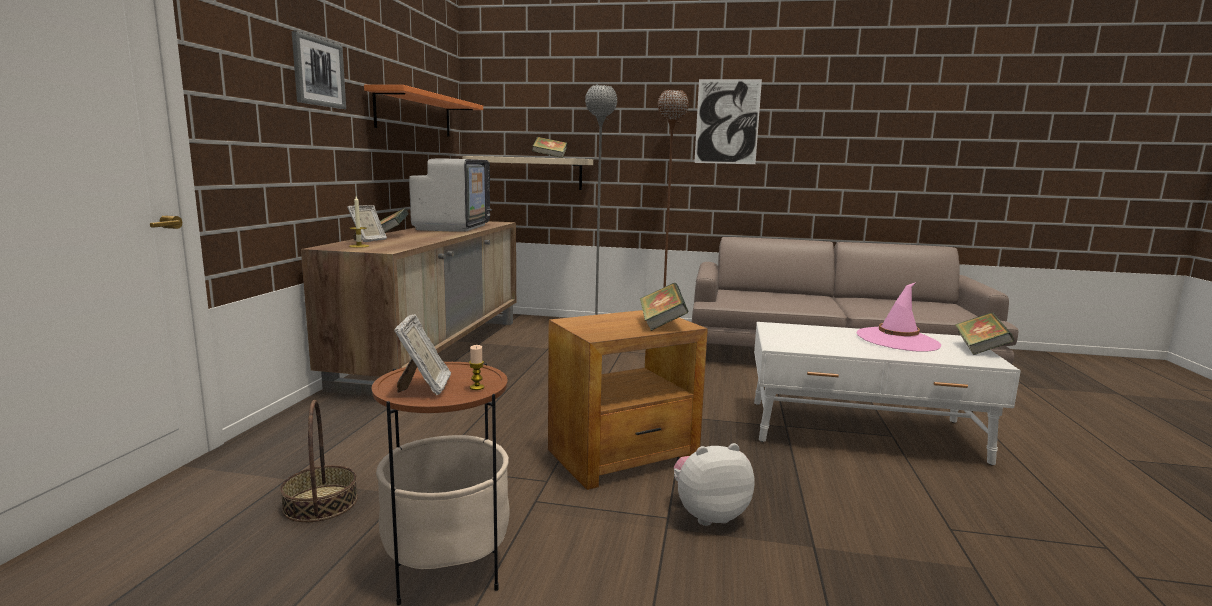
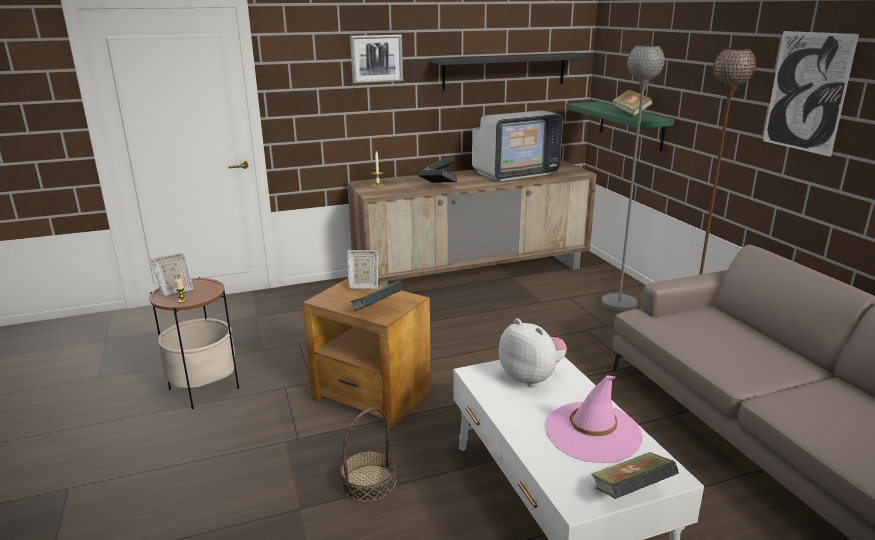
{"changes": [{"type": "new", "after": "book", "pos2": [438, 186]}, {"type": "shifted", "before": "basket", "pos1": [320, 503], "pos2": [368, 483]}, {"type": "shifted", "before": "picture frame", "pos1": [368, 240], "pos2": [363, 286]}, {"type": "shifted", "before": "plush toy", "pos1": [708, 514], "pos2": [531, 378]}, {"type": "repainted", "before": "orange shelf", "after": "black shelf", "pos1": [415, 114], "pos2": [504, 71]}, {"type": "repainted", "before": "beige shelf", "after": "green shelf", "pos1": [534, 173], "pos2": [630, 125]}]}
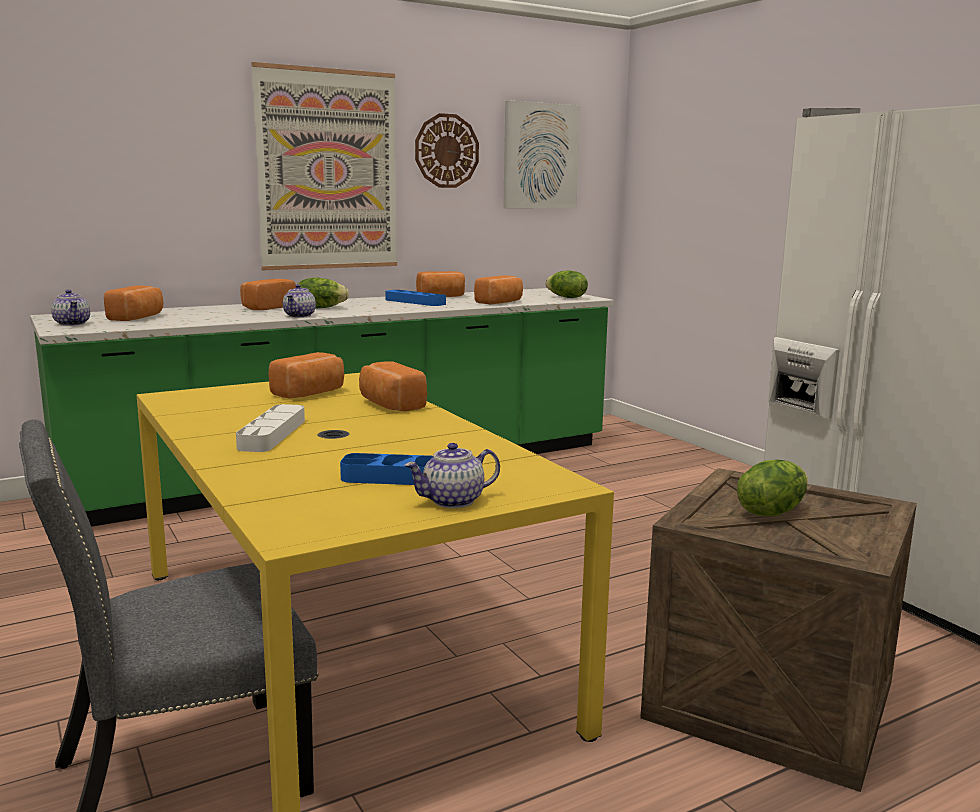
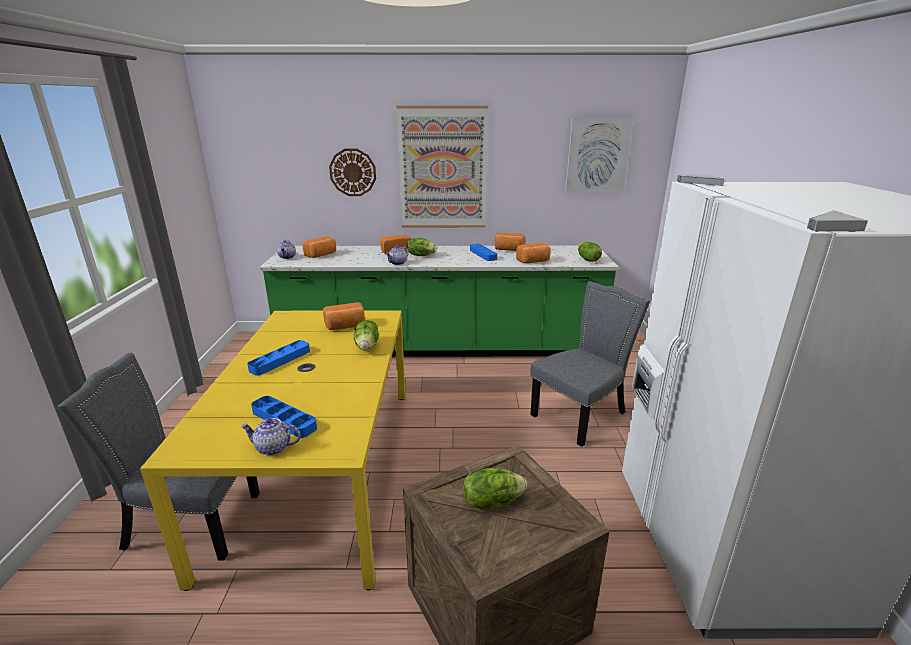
{"changes": [{"type": "new", "after": "grey chair", "pos2": [579, 416]}, {"type": "shifted", "before": "wall clock", "pos1": [446, 151], "pos2": [353, 172]}, {"type": "swapped", "before": "bread", "after": "lettuce", "pos1": [390, 405], "pos2": [367, 346]}, {"type": "repainted", "before": "white tray", "after": "blue tray", "pos1": [272, 434], "pos2": [280, 360]}]}
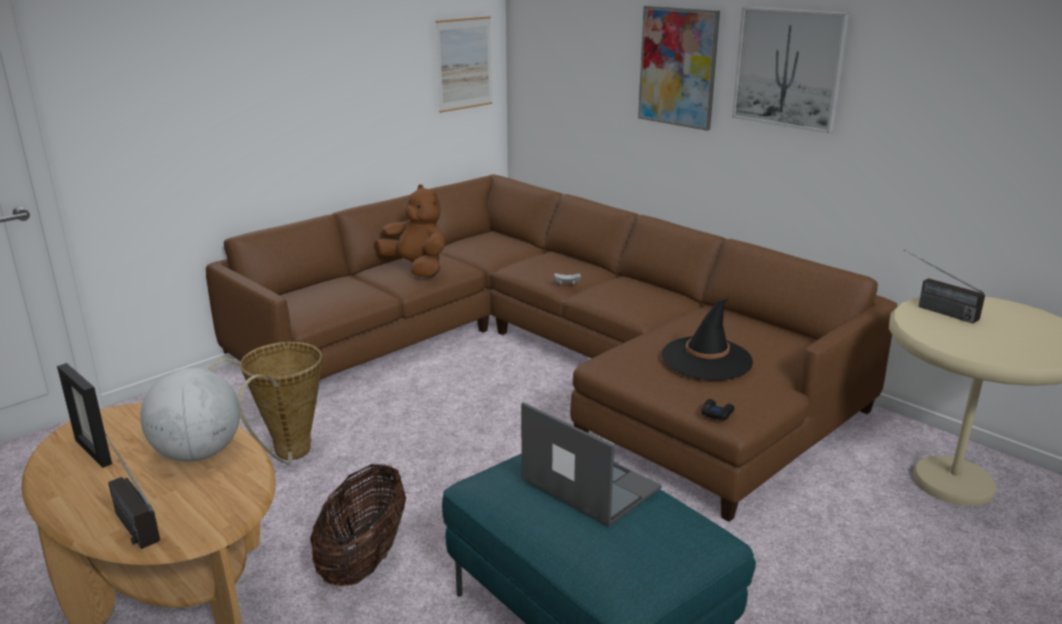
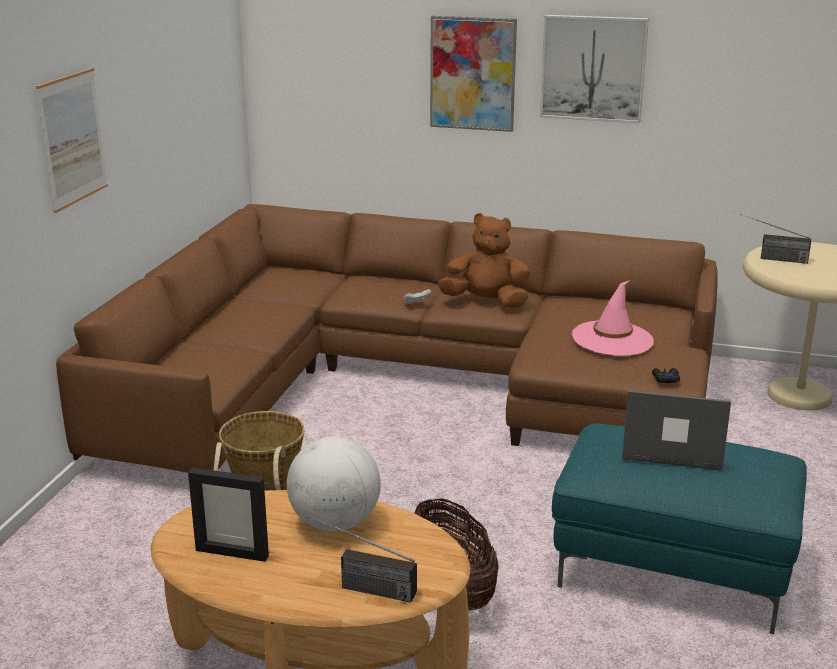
{"changes": [{"type": "shifted", "before": "brown plush toy", "pos1": [416, 269], "pos2": [486, 302]}, {"type": "shifted", "before": "picture", "pos1": [464, 64], "pos2": [73, 139]}, {"type": "repainted", "before": "black hat", "after": "pink hat", "pos1": [706, 359], "pos2": [612, 339]}]}
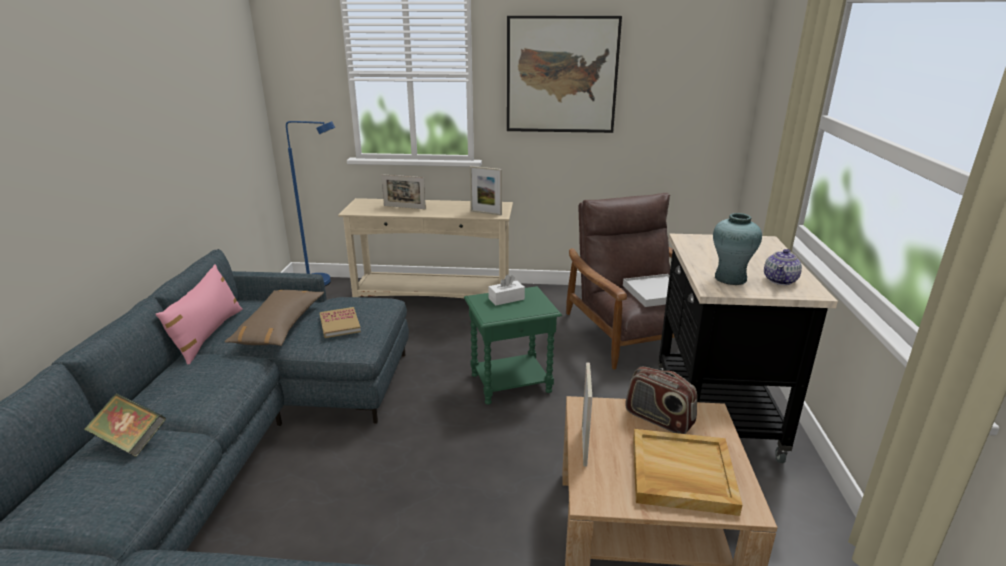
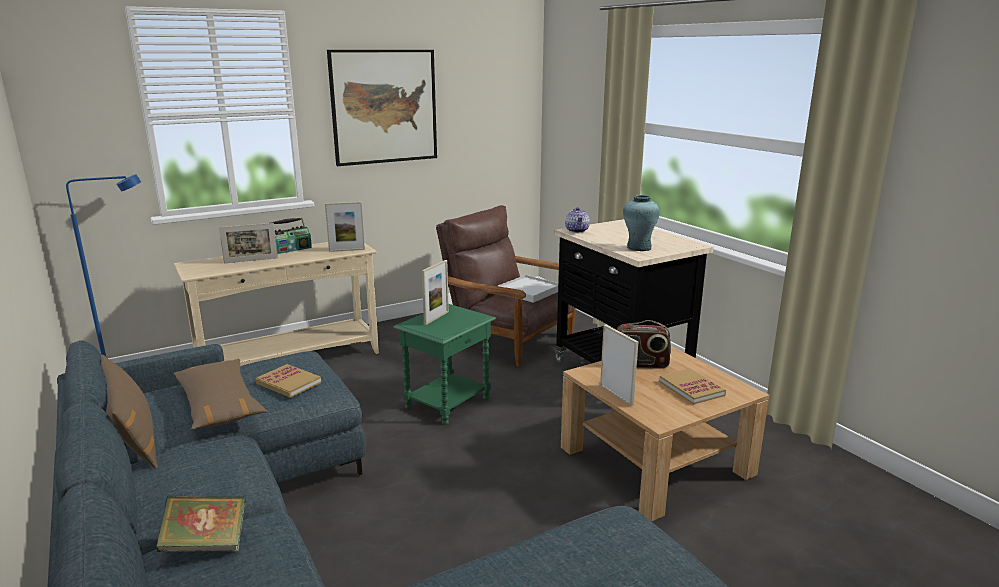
{"changes": [{"type": "new", "after": "radio", "pos2": [291, 249]}, {"type": "shifted", "before": "teapot", "pos1": [780, 280], "pos2": [577, 230]}, {"type": "swapped", "before": "white tissue box", "after": "picture frame", "pos1": [506, 299], "pos2": [436, 318]}, {"type": "swapped", "before": "beige tray", "after": "book", "pos1": [681, 474], "pos2": [691, 388]}, {"type": "repainted", "before": "pink pillow", "after": "brown pillow", "pos1": [208, 335], "pos2": [133, 438]}]}
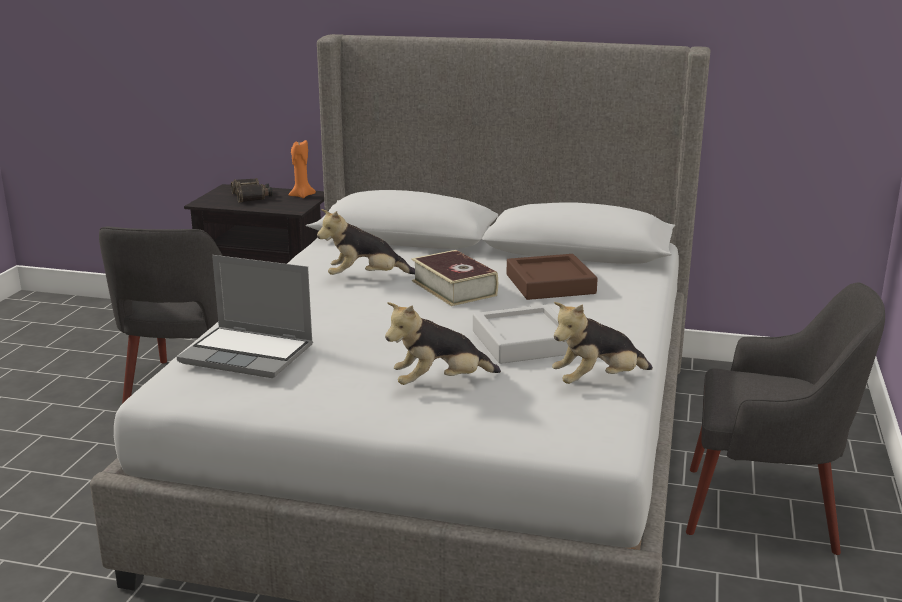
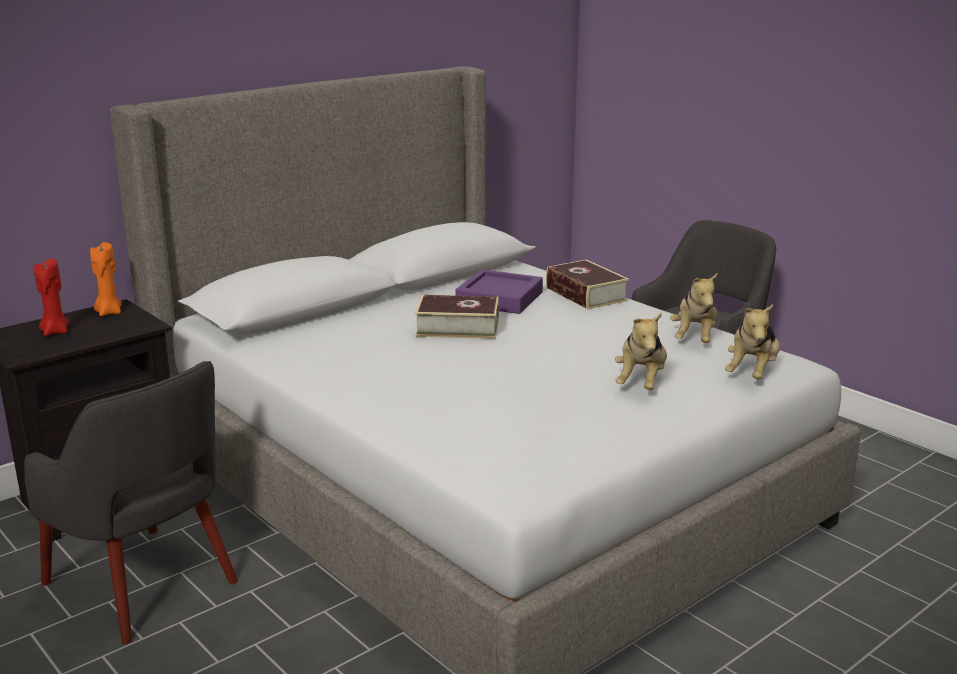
{"changes": [{"type": "gone", "before": "laptop", "pos1": [249, 354]}, {"type": "gone", "before": "grey tray", "pos1": [524, 342]}, {"type": "new", "after": "book", "pos2": [586, 294]}, {"type": "shifted", "before": "plush toy", "pos1": [365, 278], "pos2": [752, 373]}, {"type": "swapped", "before": "binoculars", "after": "red candle", "pos1": [252, 196], "pos2": [55, 332]}, {"type": "repainted", "before": "brown tray", "after": "purple tray", "pos1": [550, 284], "pos2": [499, 298]}]}
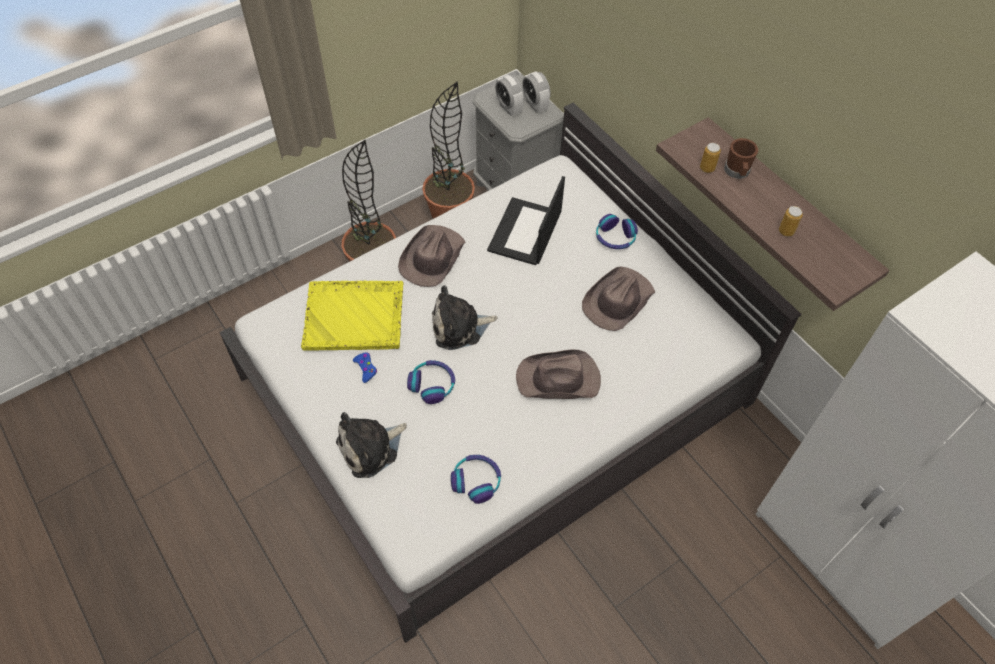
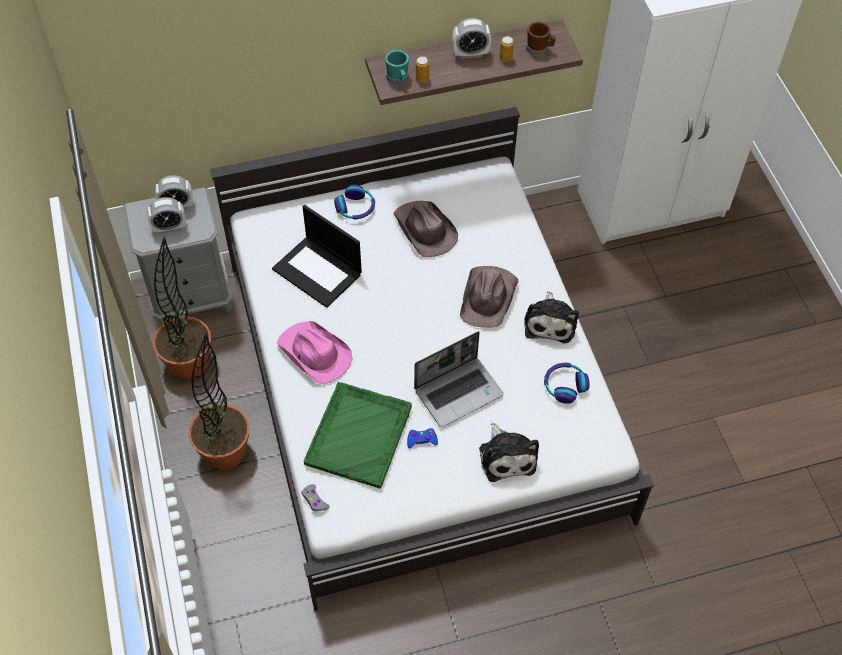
{"changes": [{"type": "new", "after": "grey game controller", "pos2": [314, 500]}, {"type": "new", "after": "turquoise mug", "pos2": [398, 79]}, {"type": "new", "after": "alarm clock", "pos2": [470, 54]}, {"type": "shifted", "before": "plush toy", "pos1": [459, 327], "pos2": [550, 322]}, {"type": "shifted", "before": "brown mug", "pos1": [737, 172], "pos2": [539, 49]}, {"type": "swapped", "before": "headphones", "after": "laptop", "pos1": [432, 384], "pos2": [459, 391]}, {"type": "repainted", "before": "yellow tray", "after": "green tray", "pos1": [355, 317], "pos2": [359, 434]}, {"type": "repainted", "before": "brown hat", "after": "pink hat", "pos1": [432, 258], "pos2": [314, 354]}]}
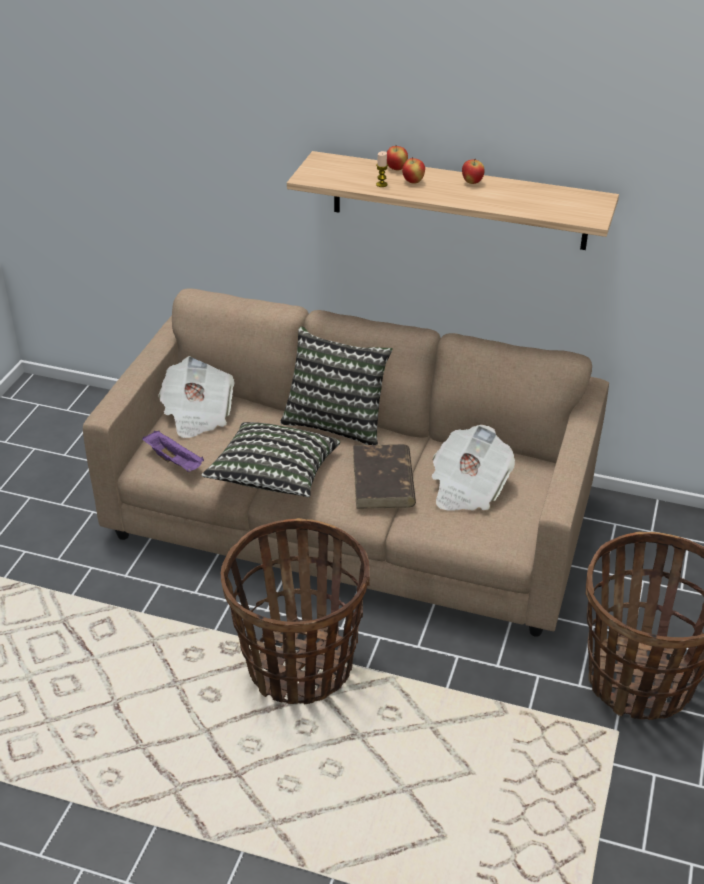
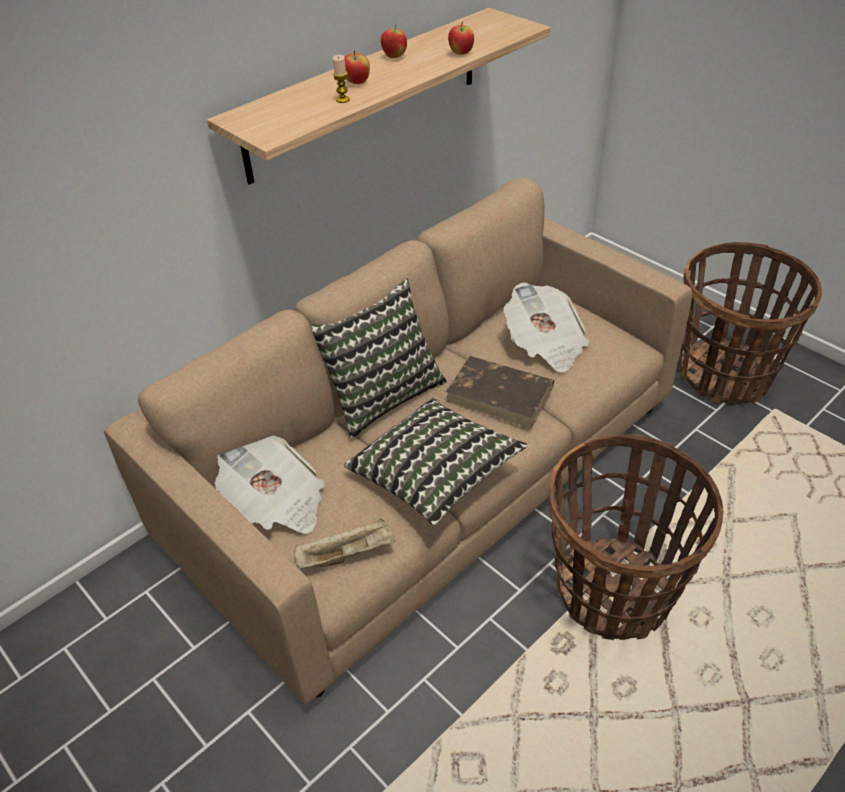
{"changes": [{"type": "shifted", "before": "apple", "pos1": [396, 169], "pos2": [461, 54]}, {"type": "repainted", "before": "purple tray", "after": "beige tray", "pos1": [175, 461], "pos2": [347, 554]}]}
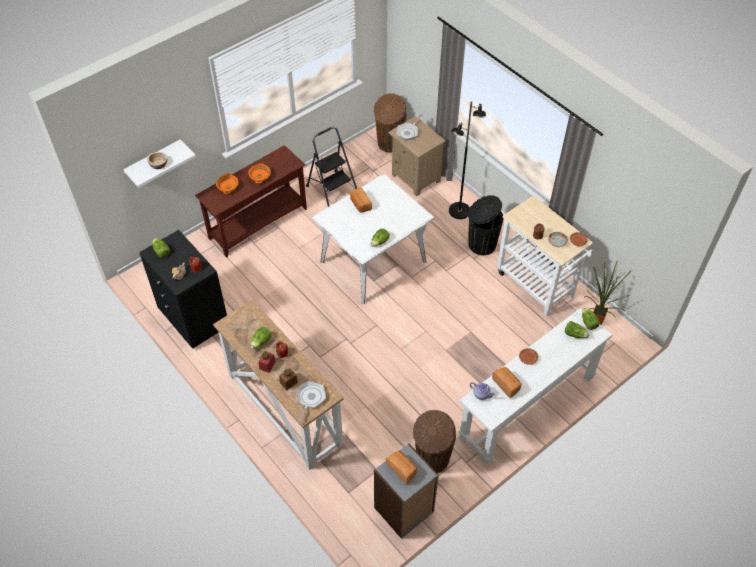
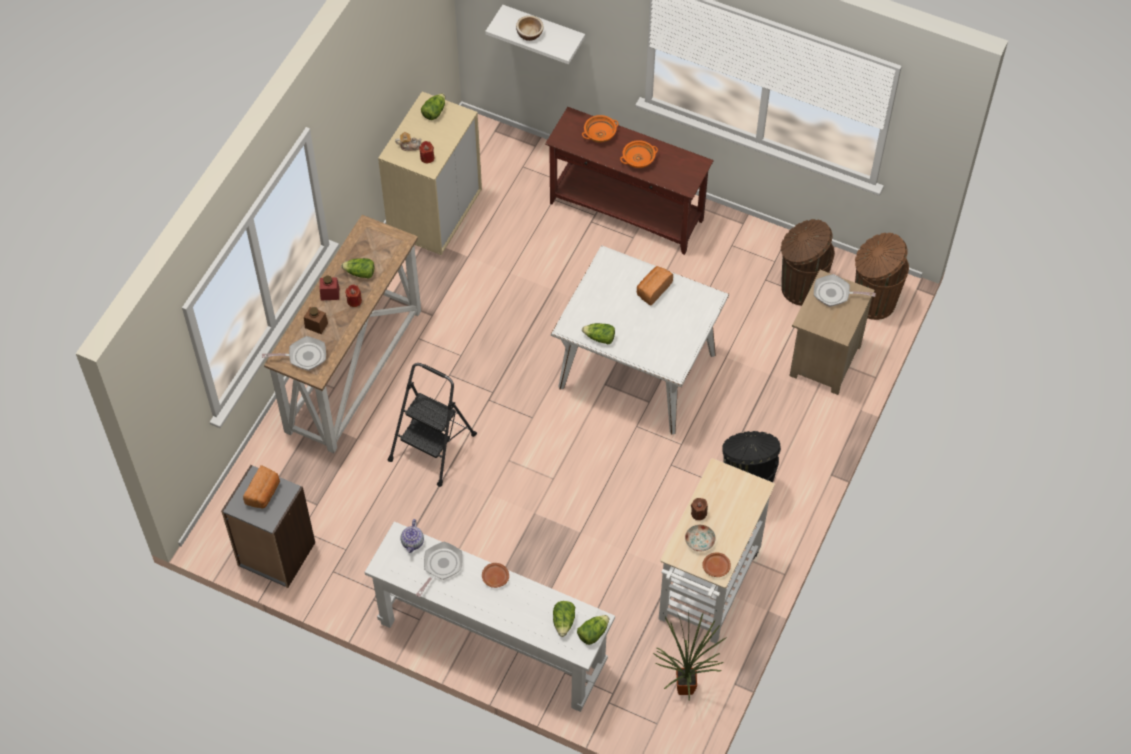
{"changes": [{"type": "gone", "before": "black floor lamp", "pos1": [459, 211]}, {"type": "shifted", "before": "black step ladder", "pos1": [332, 188], "pos2": [434, 444]}, {"type": "shifted", "before": "brown trash can", "pos1": [432, 459], "pos2": [800, 288]}, {"type": "swapped", "before": "bread", "after": "frying pan", "pos1": [506, 385], "pos2": [441, 566]}, {"type": "repainted", "before": "black cabinet", "after": "beige cabinet", "pos1": [193, 319], "pos2": [435, 216]}]}
